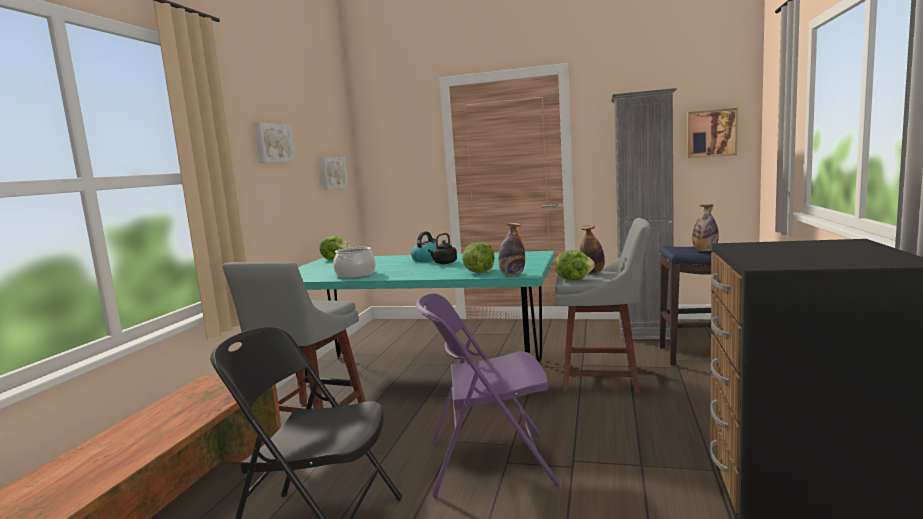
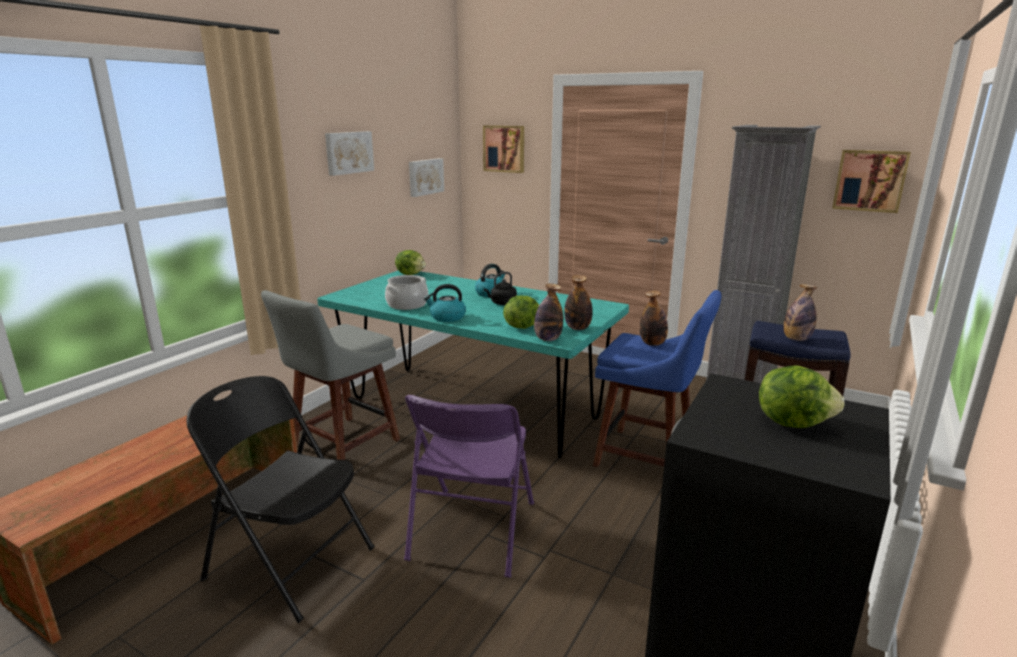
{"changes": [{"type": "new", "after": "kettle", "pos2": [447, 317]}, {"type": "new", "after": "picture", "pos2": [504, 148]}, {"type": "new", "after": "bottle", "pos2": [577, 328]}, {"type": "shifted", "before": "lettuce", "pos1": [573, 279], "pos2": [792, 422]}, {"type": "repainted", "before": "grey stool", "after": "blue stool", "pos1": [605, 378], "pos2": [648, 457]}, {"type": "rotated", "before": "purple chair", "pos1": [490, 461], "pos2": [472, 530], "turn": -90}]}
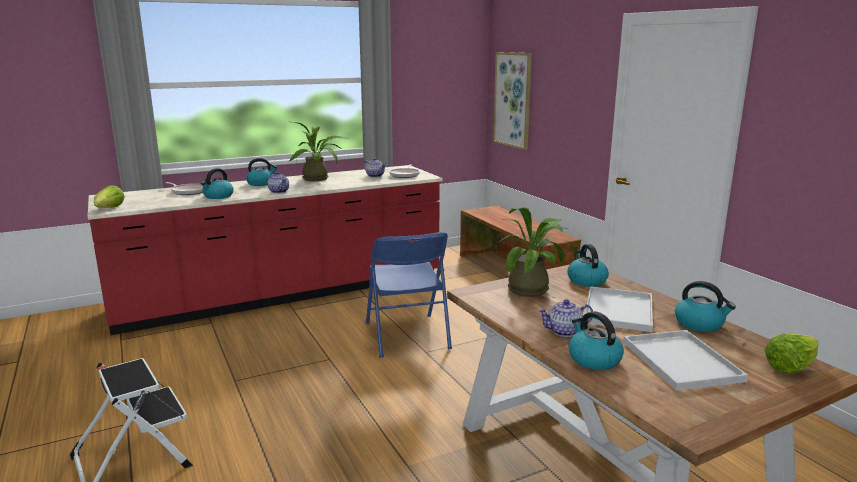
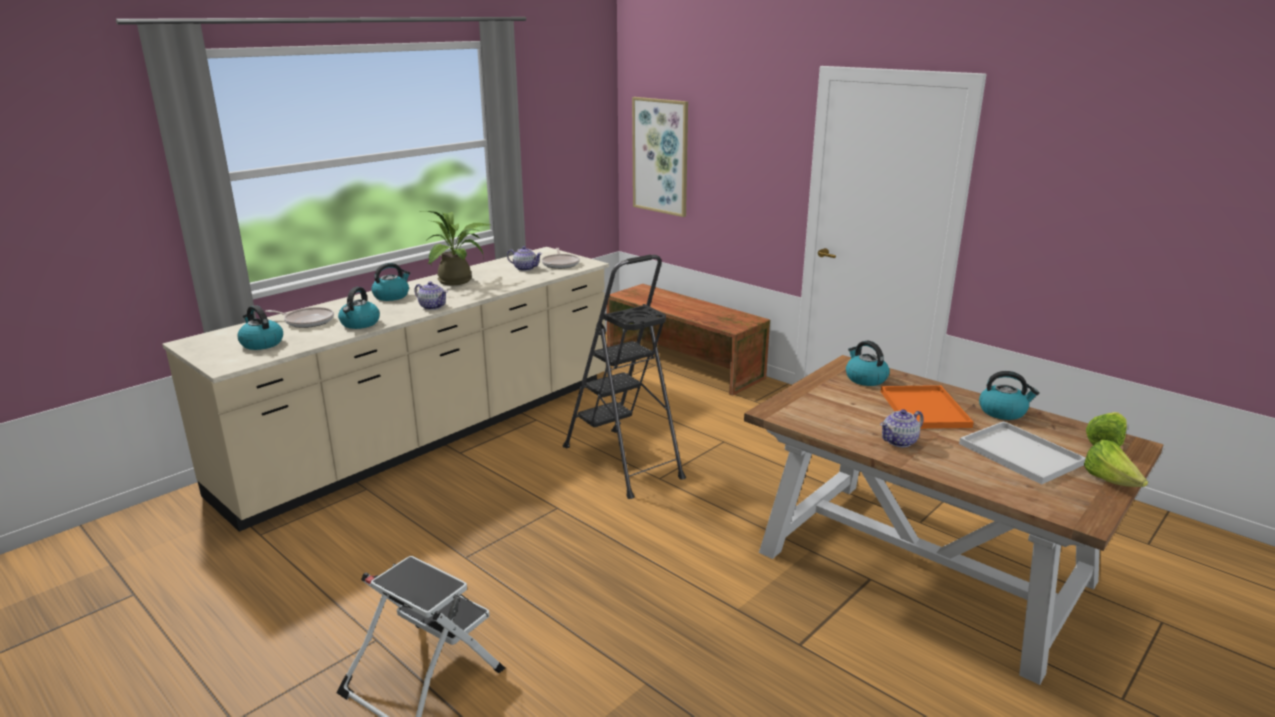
{"changes": [{"type": "gone", "before": "potted plant", "pos1": [532, 289]}, {"type": "shifted", "before": "lettuce", "pos1": [109, 209], "pos2": [1110, 481]}, {"type": "shifted", "before": "kettle", "pos1": [593, 359], "pos2": [261, 343]}, {"type": "swapped", "before": "blue chair", "after": "step ladder", "pos1": [406, 335], "pos2": [623, 462]}, {"type": "repainted", "before": "red counter", "after": "beige counter", "pos1": [284, 294], "pos2": [431, 434]}, {"type": "repainted", "before": "white tray", "after": "orange tray", "pos1": [619, 311], "pos2": [926, 409]}]}
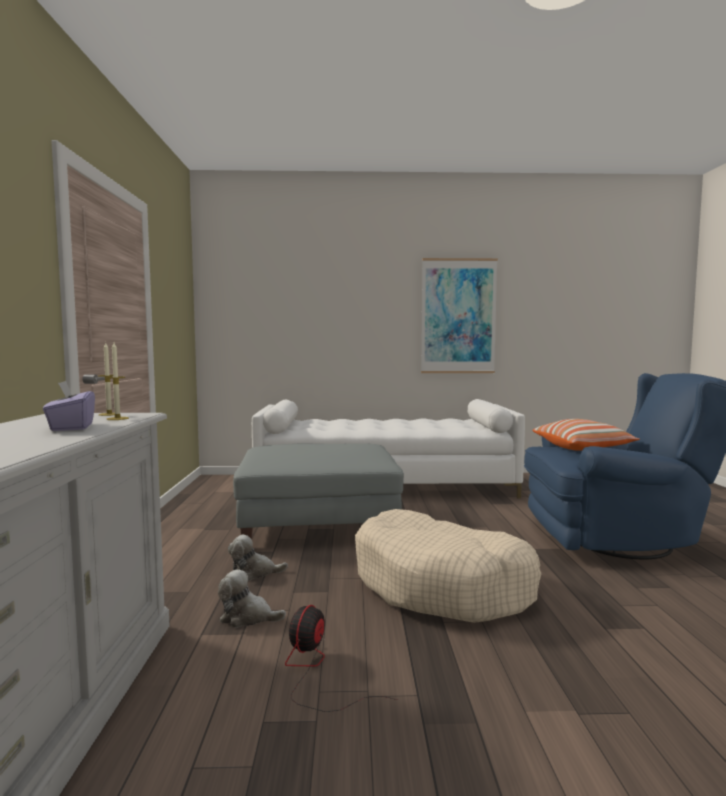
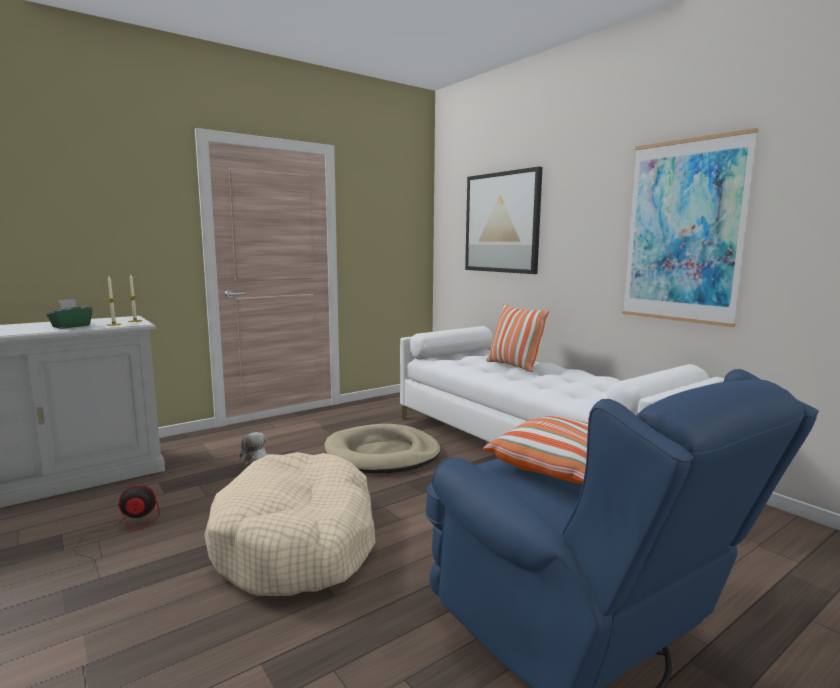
{"changes": [{"type": "gone", "before": "plush toy", "pos1": [247, 617]}, {"type": "new", "after": "picture", "pos2": [502, 222]}, {"type": "new", "after": "pillow", "pos2": [513, 366]}, {"type": "swapped", "before": "grey ottoman", "after": "beige dog bed", "pos1": [319, 523], "pos2": [382, 454]}, {"type": "repainted", "before": "purple tissue box", "after": "green tissue box", "pos1": [71, 427], "pos2": [71, 326]}]}
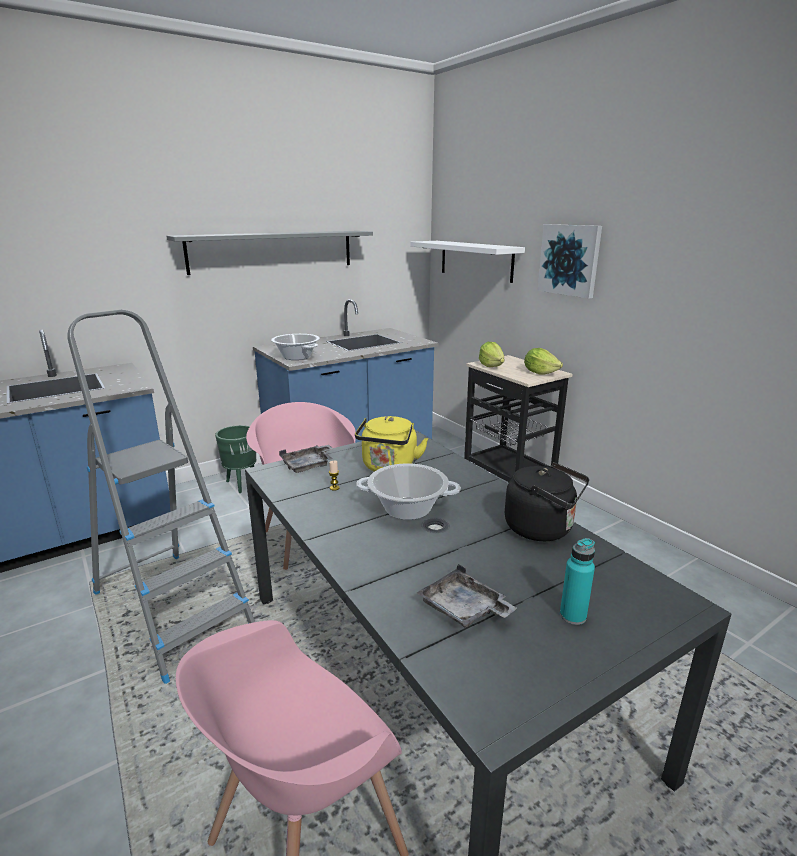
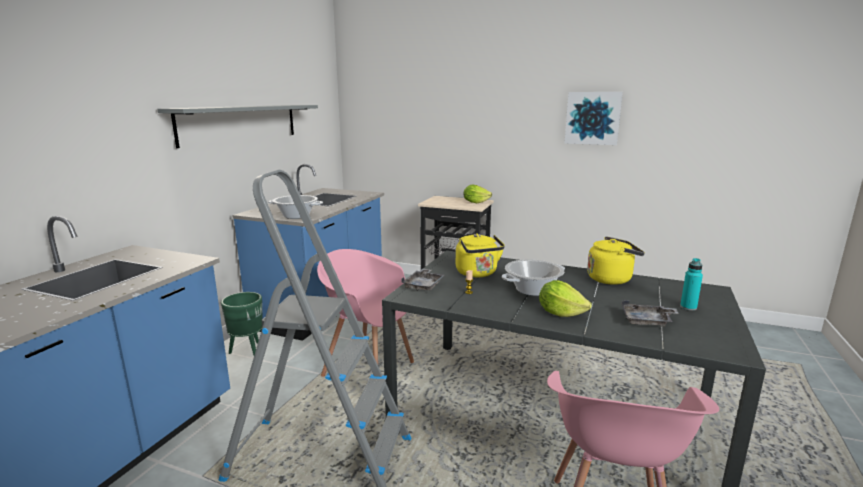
{"changes": [{"type": "gone", "before": "white shelf", "pos1": [476, 260]}, {"type": "shifted", "before": "lettuce", "pos1": [491, 366], "pos2": [560, 313]}, {"type": "shifted", "before": "picture", "pos1": [569, 260], "pos2": [592, 118]}, {"type": "repainted", "before": "black kettle", "after": "yellow kettle", "pos1": [543, 529], "pos2": [611, 279]}]}
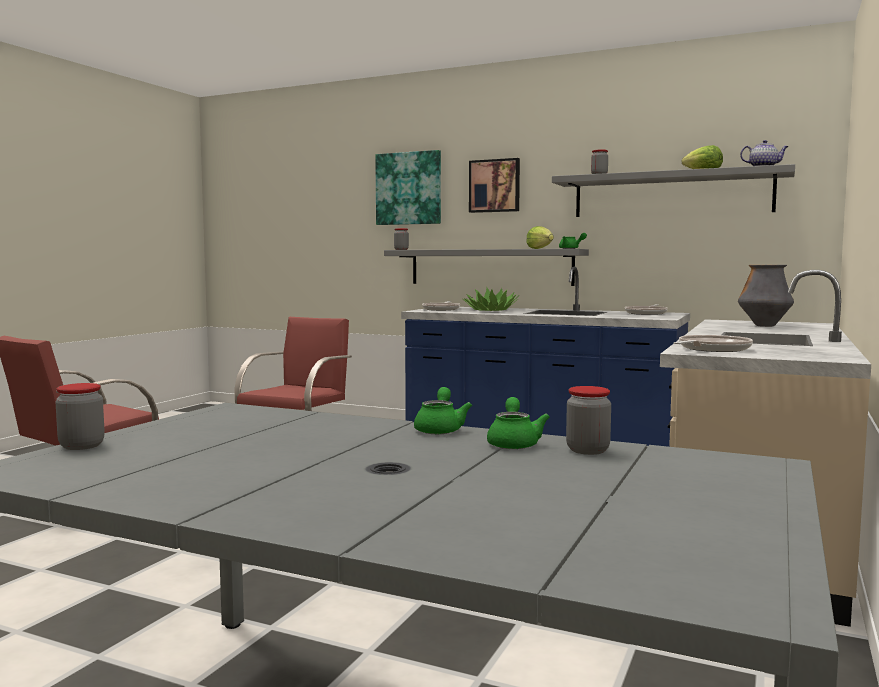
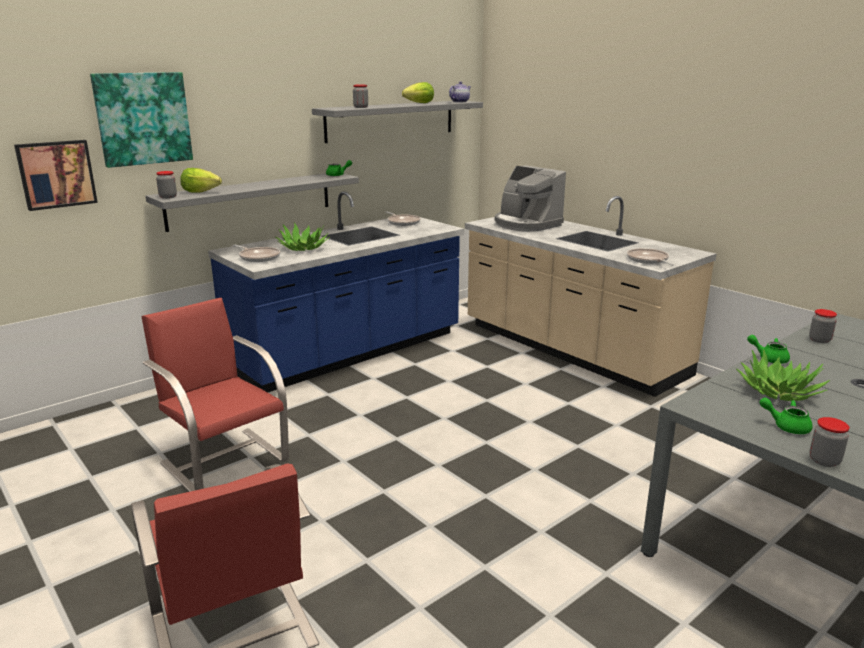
{"changes": [{"type": "new", "after": "potted plant", "pos2": [779, 391]}, {"type": "shifted", "before": "picture", "pos1": [495, 186], "pos2": [56, 174]}, {"type": "shifted", "before": "green teapot", "pos1": [514, 443], "pos2": [786, 426]}, {"type": "shifted", "before": "lettuce", "pos1": [540, 249], "pos2": [200, 192]}, {"type": "swapped", "before": "vase", "after": "coffee machine", "pos1": [764, 326], "pos2": [526, 224]}]}
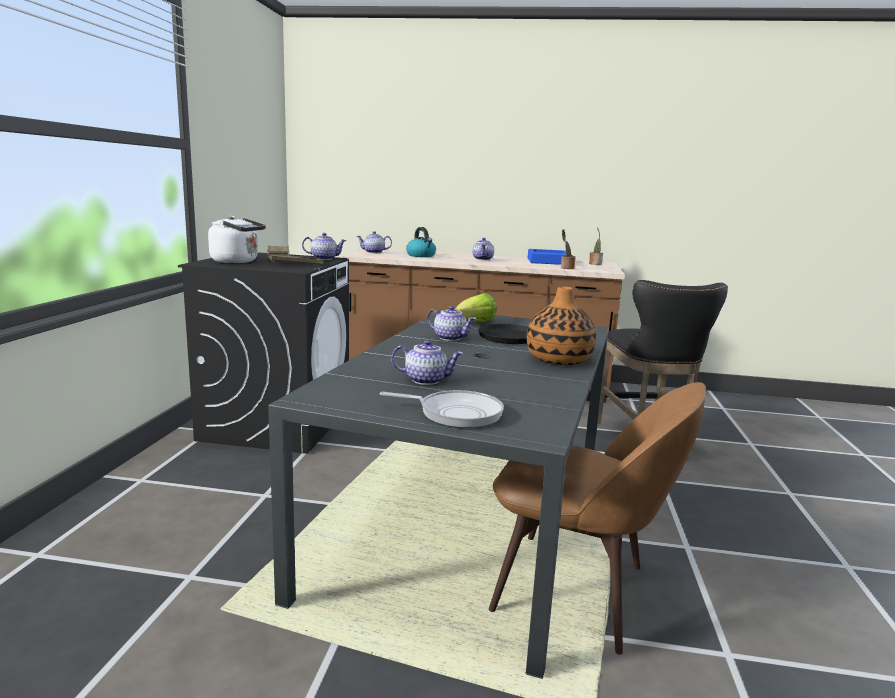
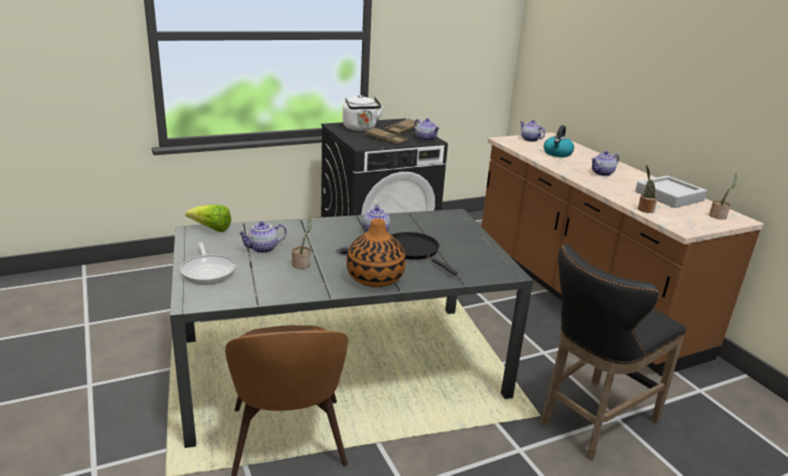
{"changes": [{"type": "new", "after": "potted plant", "pos2": [302, 264]}, {"type": "shifted", "before": "lettuce", "pos1": [475, 322], "pos2": [211, 229]}, {"type": "repainted", "before": "blue tray", "after": "grey tray", "pos1": [548, 261], "pos2": [669, 196]}, {"type": "rotated", "before": "teapot", "pos1": [426, 380], "pos2": [263, 249], "turn": 90}]}
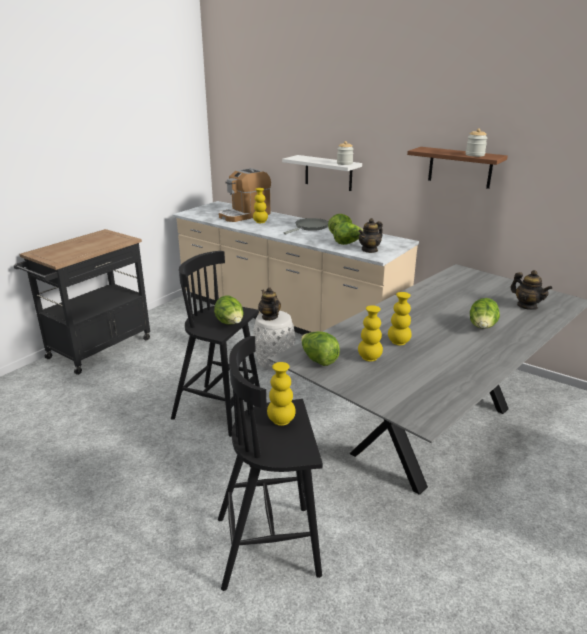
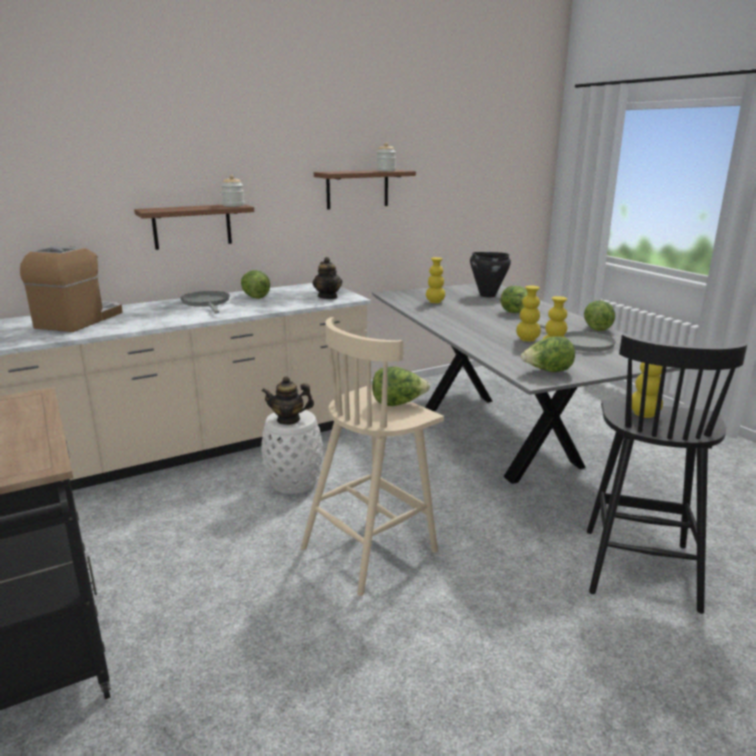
{"changes": [{"type": "new", "after": "grey frying pan", "pos2": [582, 344]}, {"type": "shifted", "before": "yellow vase", "pos1": [260, 222], "pos2": [435, 302]}, {"type": "shifted", "before": "lettuce", "pos1": [347, 243], "pos2": [596, 328]}, {"type": "swapped", "before": "teapot", "after": "black cooking pot", "pos1": [527, 306], "pos2": [487, 295]}, {"type": "repainted", "before": "black stool", "after": "beige stool", "pos1": [220, 410], "pos2": [372, 547]}, {"type": "repainted", "before": "white shelf", "after": "brown shelf", "pos1": [328, 173], "pos2": [192, 226]}, {"type": "rotated", "before": "coffee machine", "pos1": [244, 215], "pos2": [80, 320], "turn": -150}]}
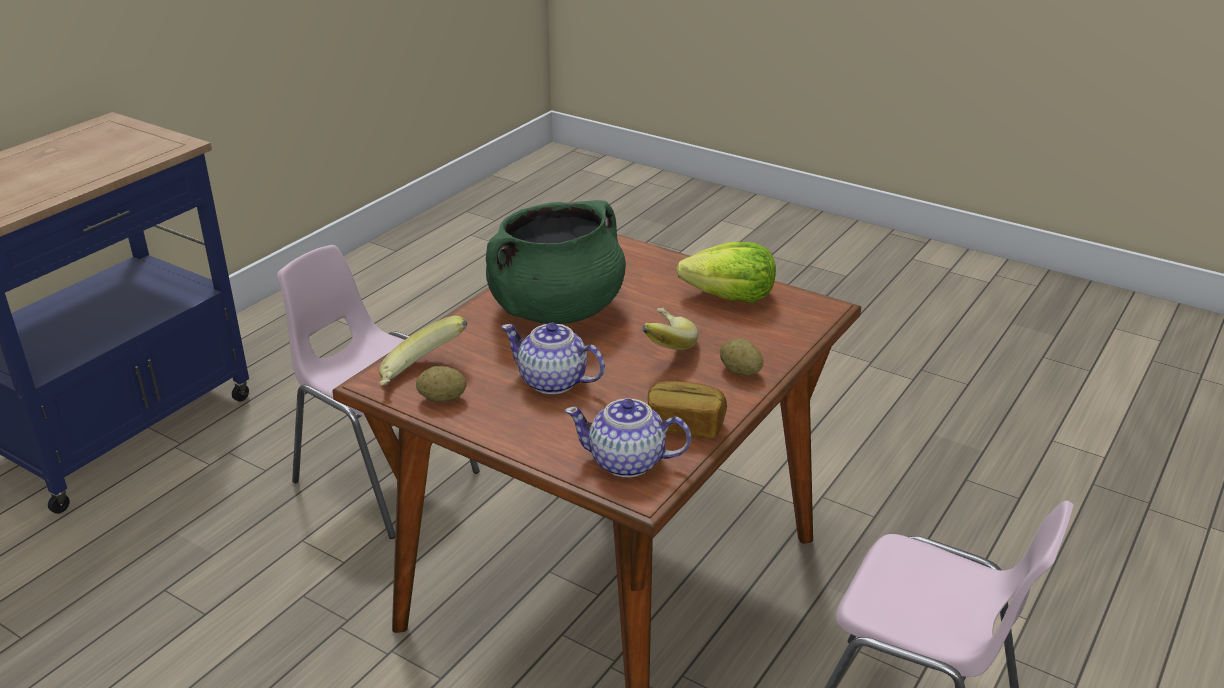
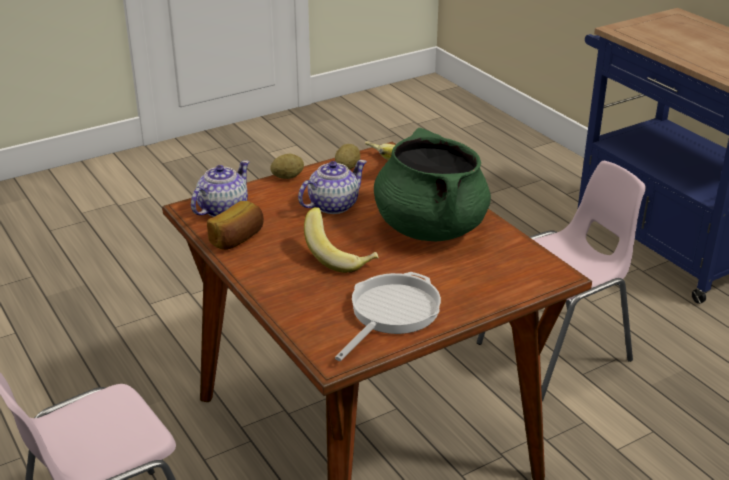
{"changes": [{"type": "shifted", "before": "potato", "pos1": [740, 371], "pos2": [287, 177]}, {"type": "swapped", "before": "lettuce", "after": "frying pan", "pos1": [730, 297], "pos2": [391, 313]}]}
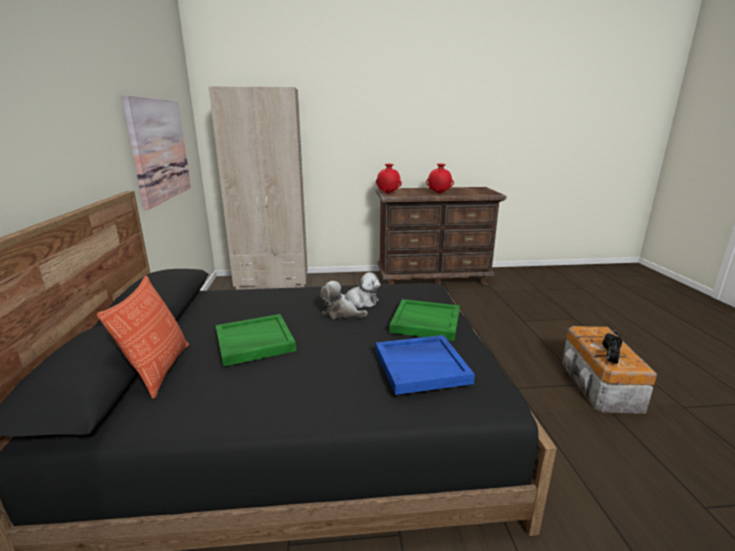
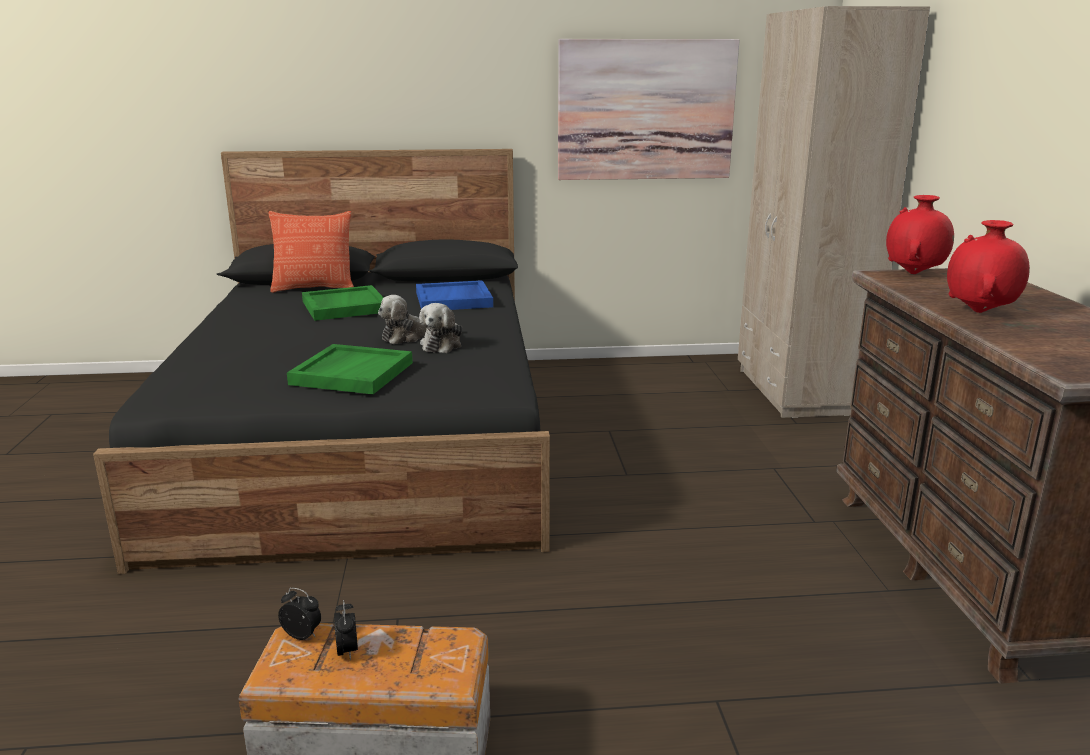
{"changes": [{"type": "shifted", "before": "blue tray", "pos1": [421, 366], "pos2": [454, 300]}, {"type": "rotated", "before": "plush toy", "pos1": [340, 313], "pos2": [407, 336], "turn": -150}]}
